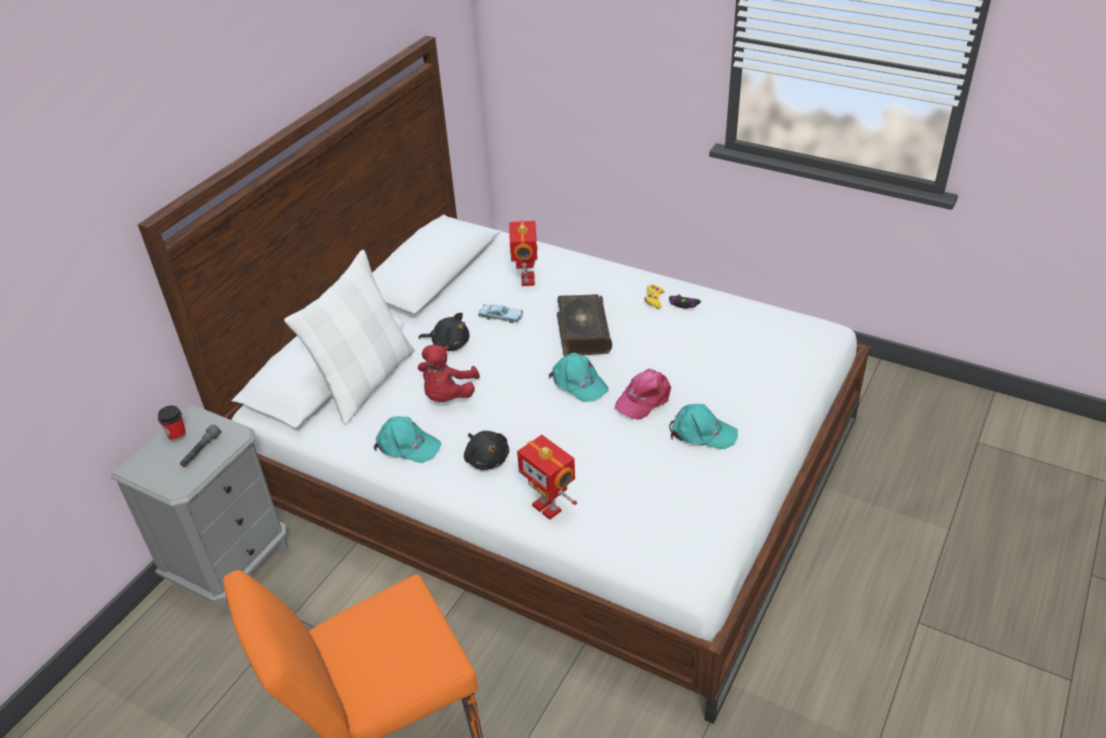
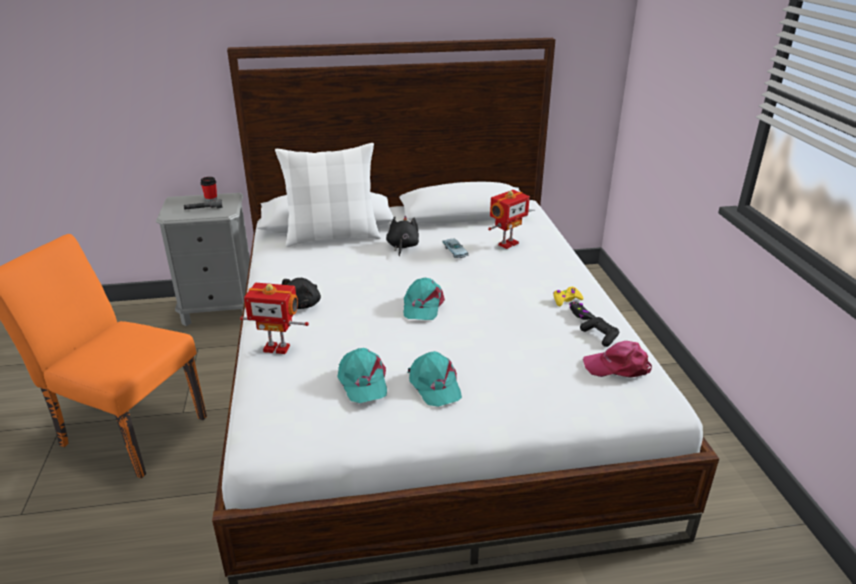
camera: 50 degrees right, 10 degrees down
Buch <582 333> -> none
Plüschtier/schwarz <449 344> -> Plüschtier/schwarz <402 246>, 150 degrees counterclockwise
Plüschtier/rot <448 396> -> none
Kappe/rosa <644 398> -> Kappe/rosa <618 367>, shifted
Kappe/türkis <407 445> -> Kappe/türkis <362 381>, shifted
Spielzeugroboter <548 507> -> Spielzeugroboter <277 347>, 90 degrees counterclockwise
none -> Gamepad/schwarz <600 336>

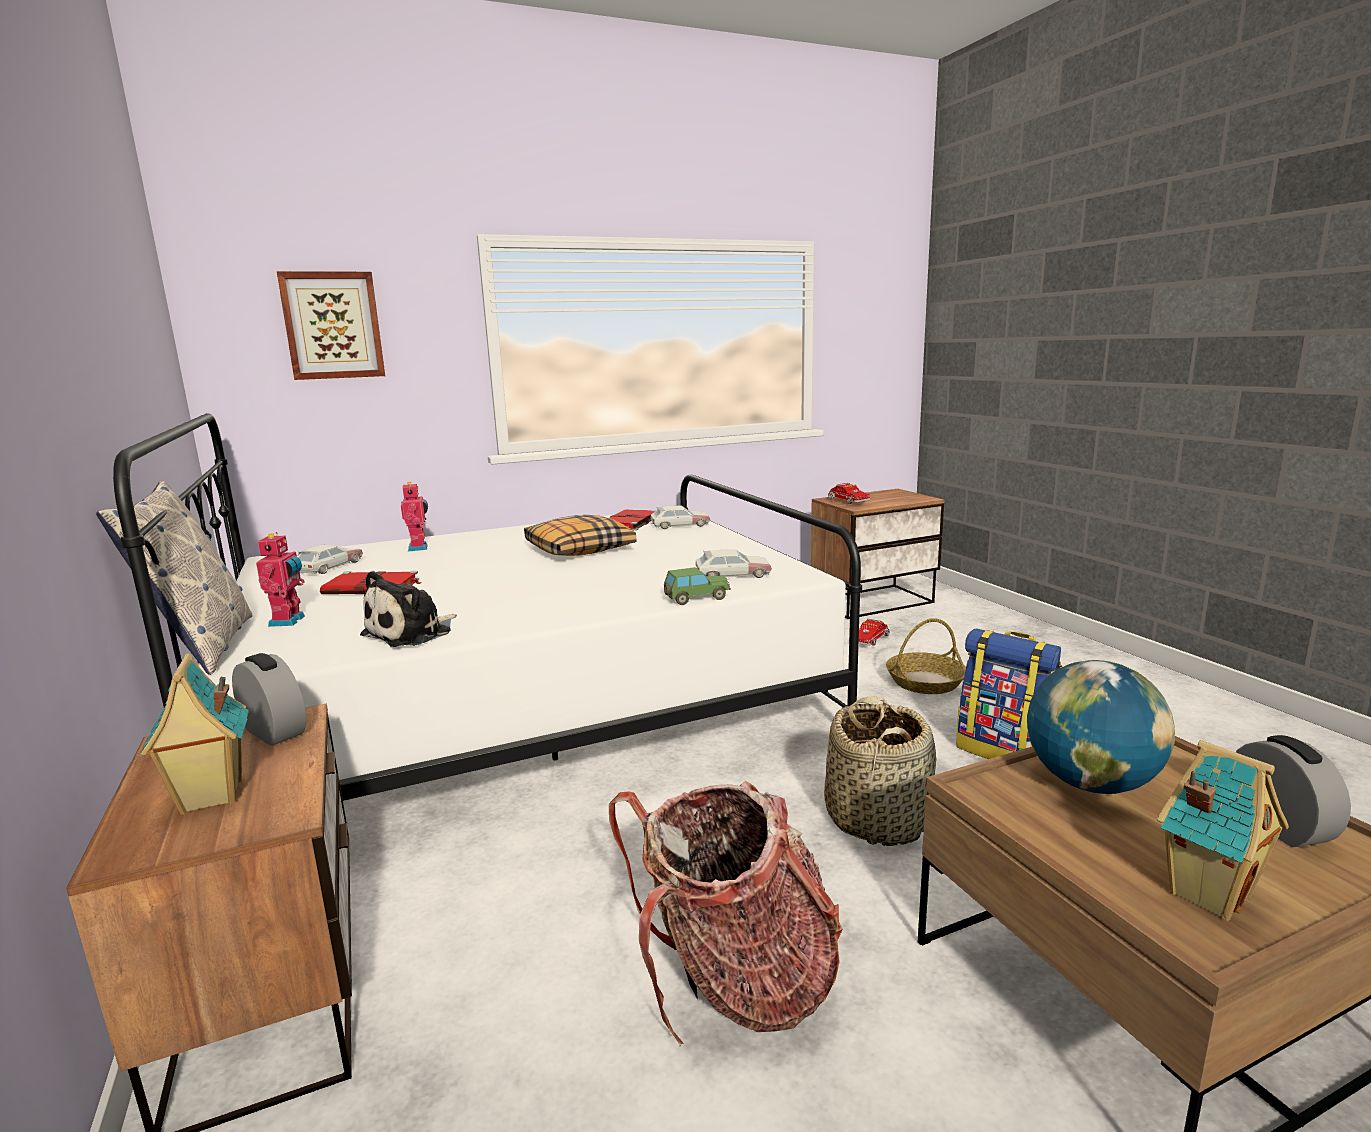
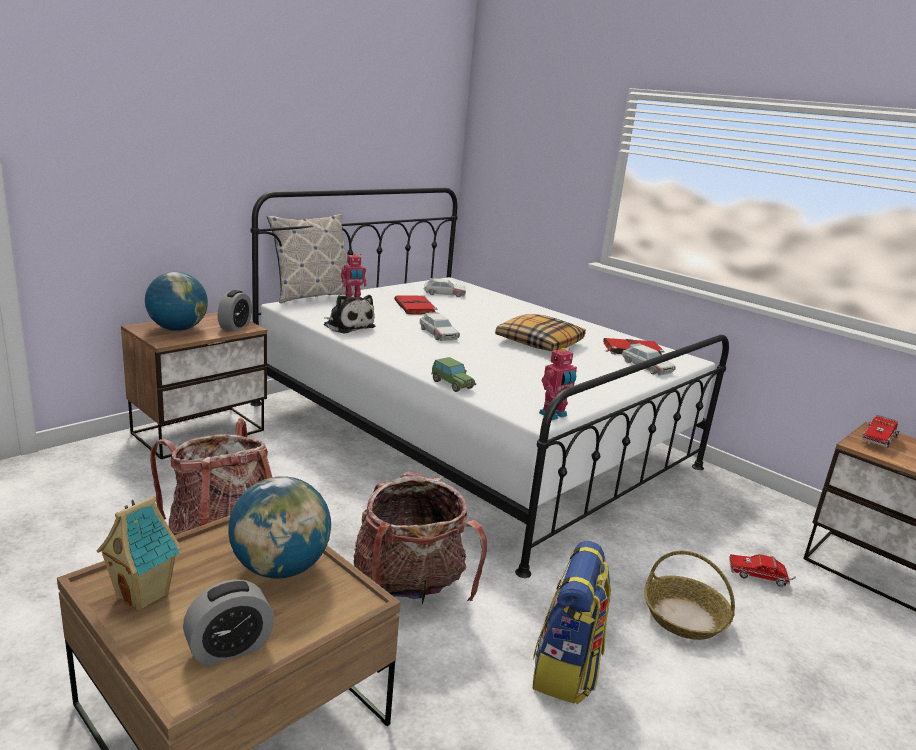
camera: 65 degrees right, 5 degrees up
Bild <333 326> -> none
Spielzeugroboter <419 548> -> Spielzeugroboter <554 415>, shifted
Spielzeugauto <732 575> -> Spielzeugauto <438 334>, shifted
Plüschtier <412 633> -> Plüschtier <347 326>, 150 degrees counterclockwise
Spielzeughaus <210 798> -> Globus <177 329>
Korb <877 818> -> Rucksack <409 591>

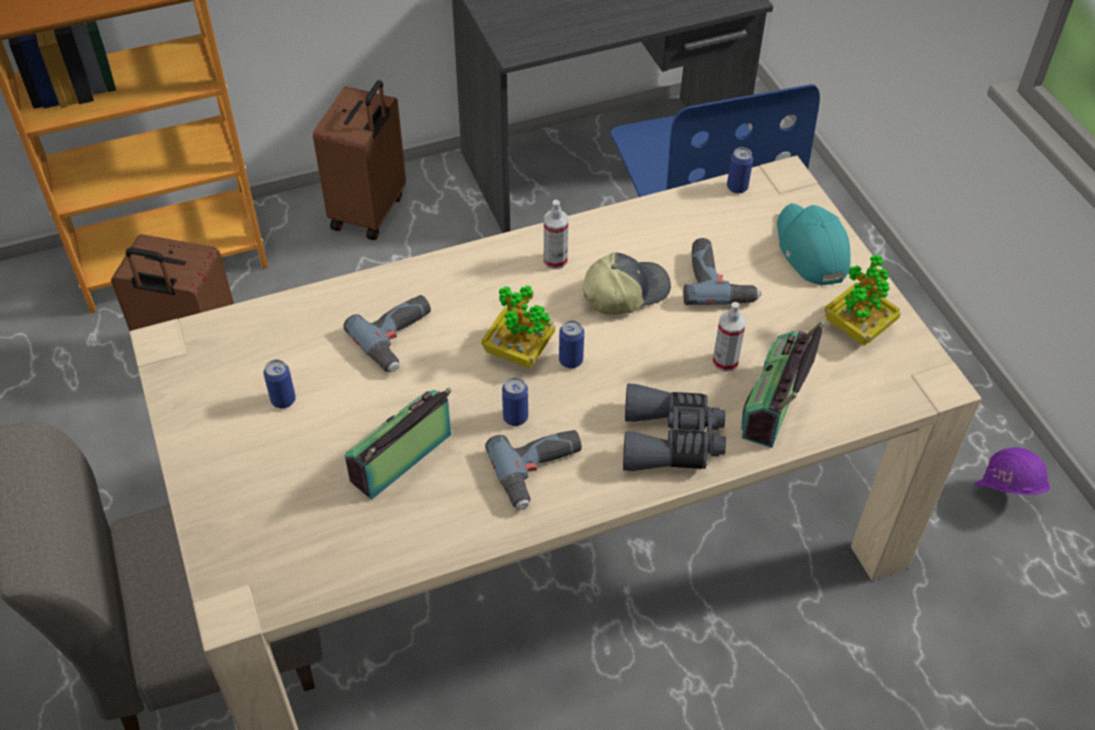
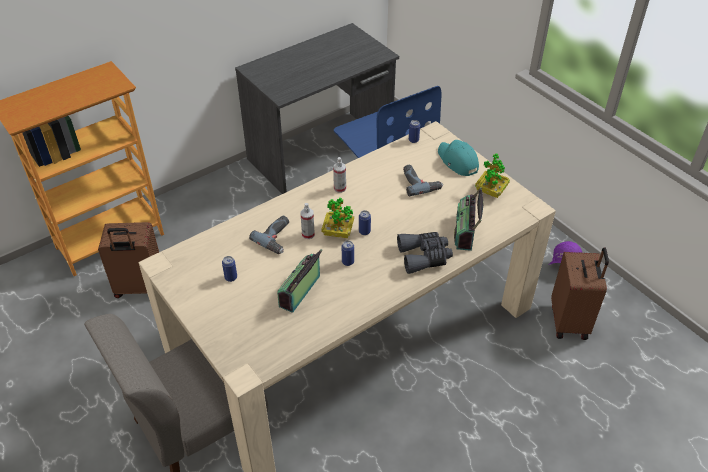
camera: 15 degrees left, 5 degrees down
Koffer/braun <370 212> -> Koffer/braun <570 321>, shifted
Kappe <624 292> -> none
Sprühflasche <725 361> -> Sprühflasche <308 234>, shifted
Bohrmaschine <541 472> -> none

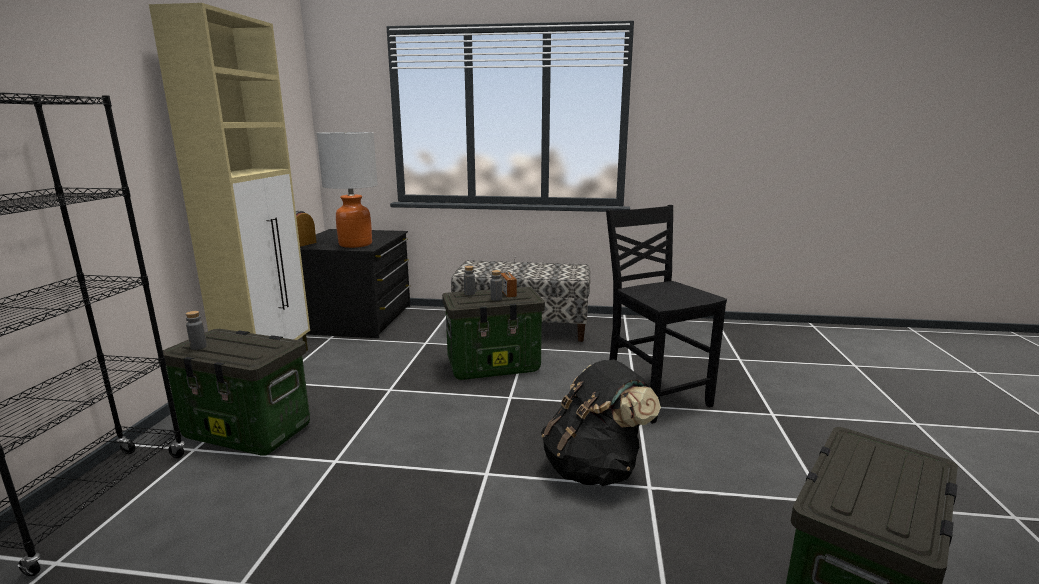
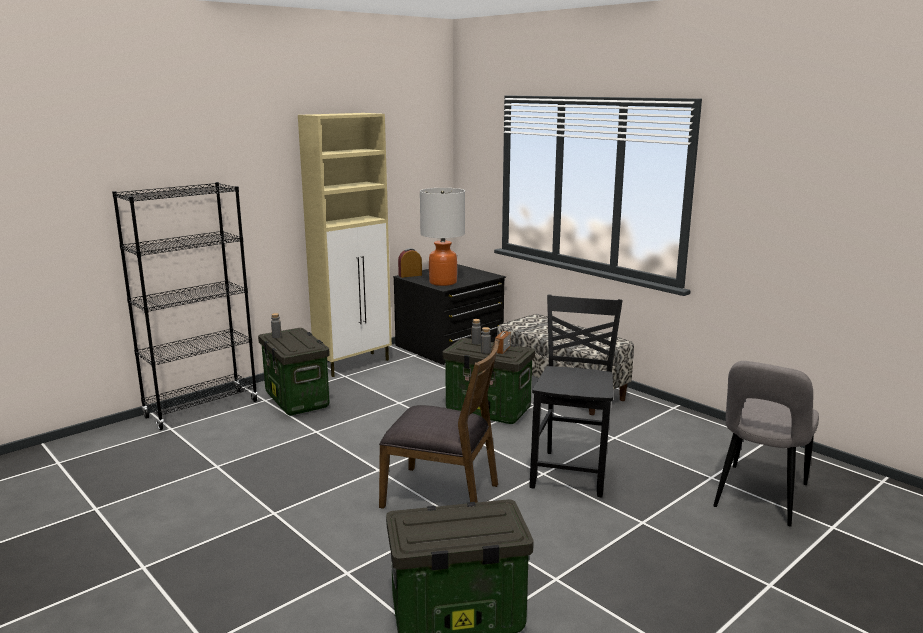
camera: 40 degrees right, 0 degrees up
Rucksack/schwarz <594 468> -> Stuhl/braun <442 494>
none -> Stuhl/grau <759 498>

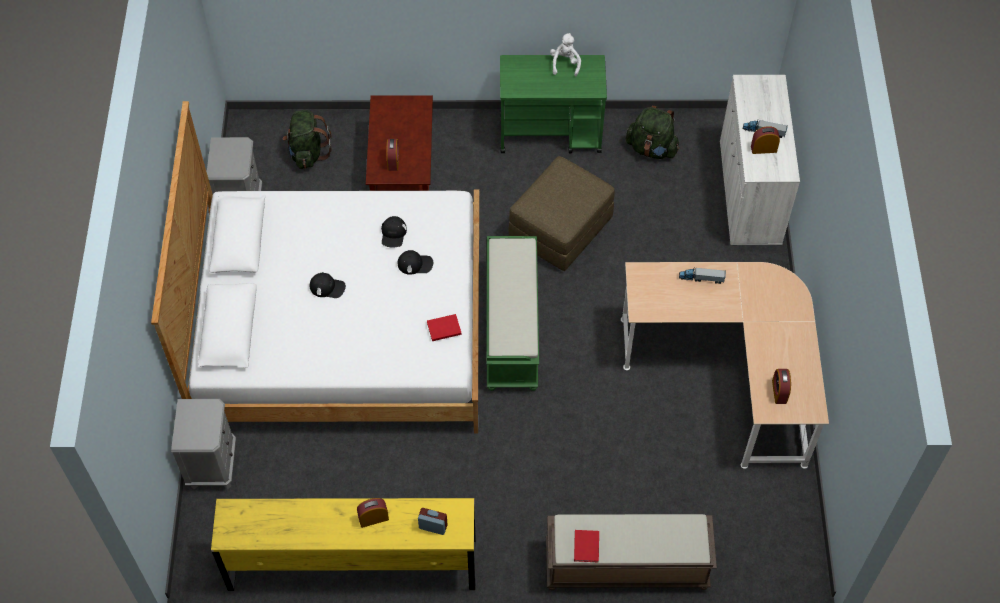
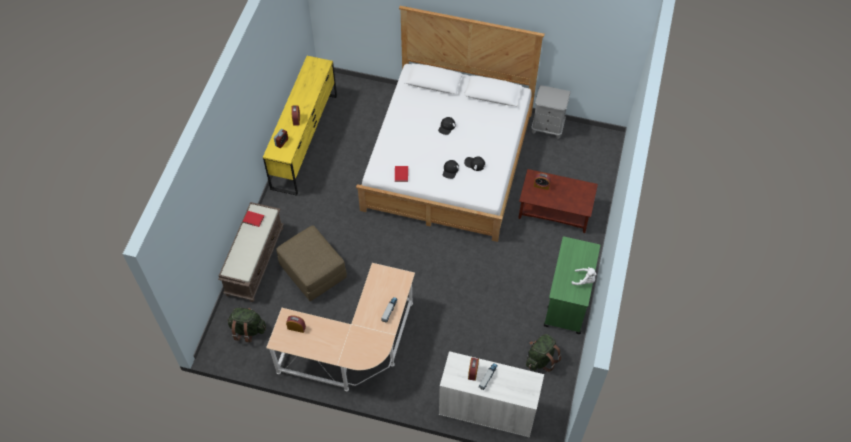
camera: 105 degrees right, 0 degrees up
Rucksack/grün <308 153> -> Rucksack/grün <247 329>, shifted
Polsterhocker/braun <560 229> -> Polsterhocker/braun <313 271>, shifted
Bank/grün <510 327> -> none
Nachttisch/grau <212 465> -> none

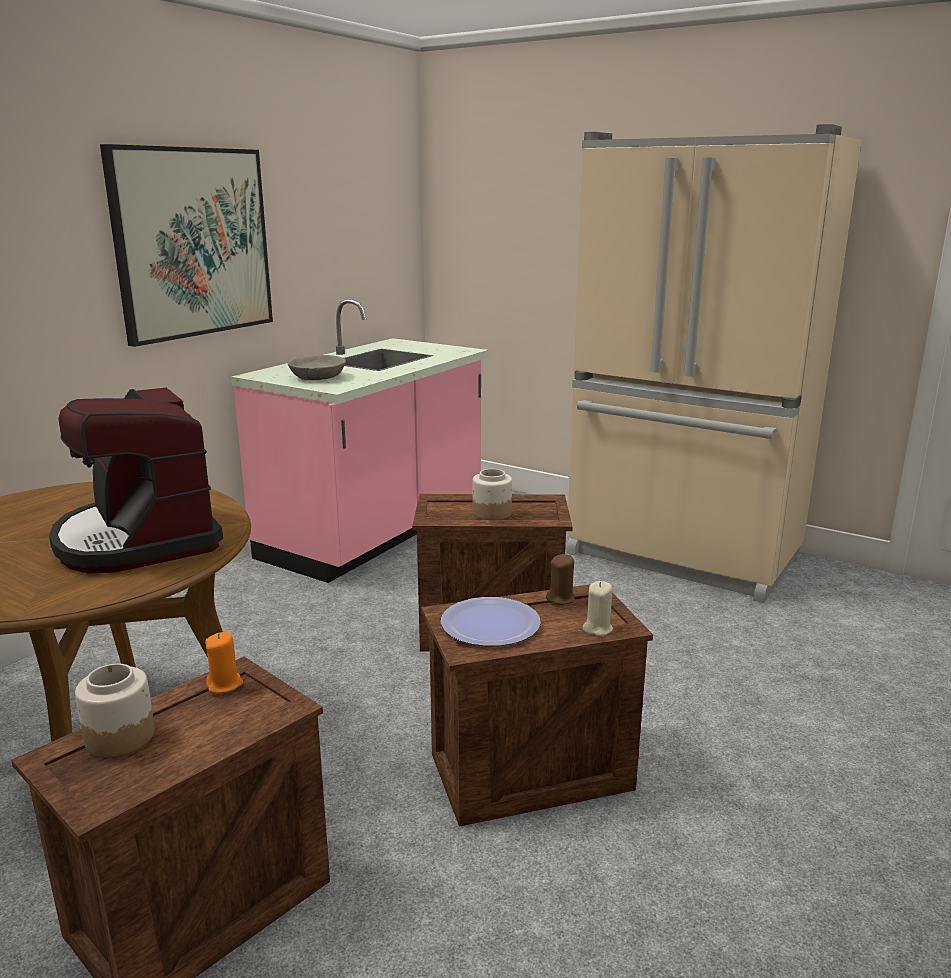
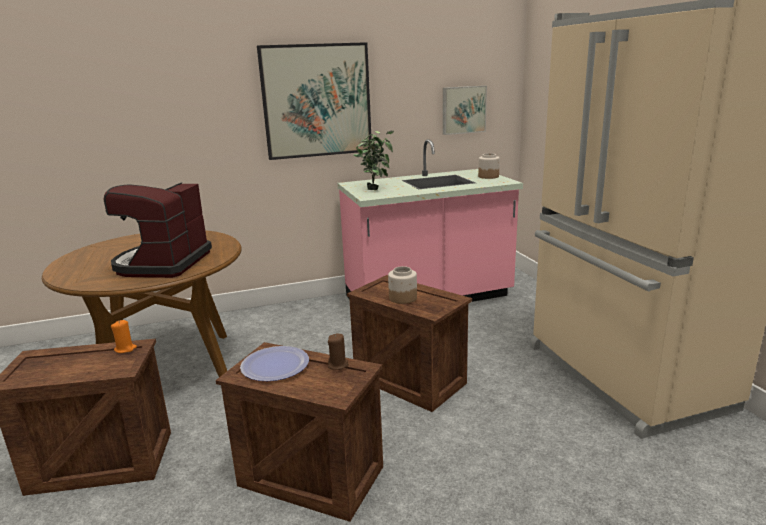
camera: 40 degrees right, 0 degrees up
Schüssel/grau <318 377> -> Topfpflanze <375 189>
Kerze/beige <597 628> -> none
Vorratsglas <120 736> -> Vorratsglas <488 176>, shifted
none -> Bild <463 109>

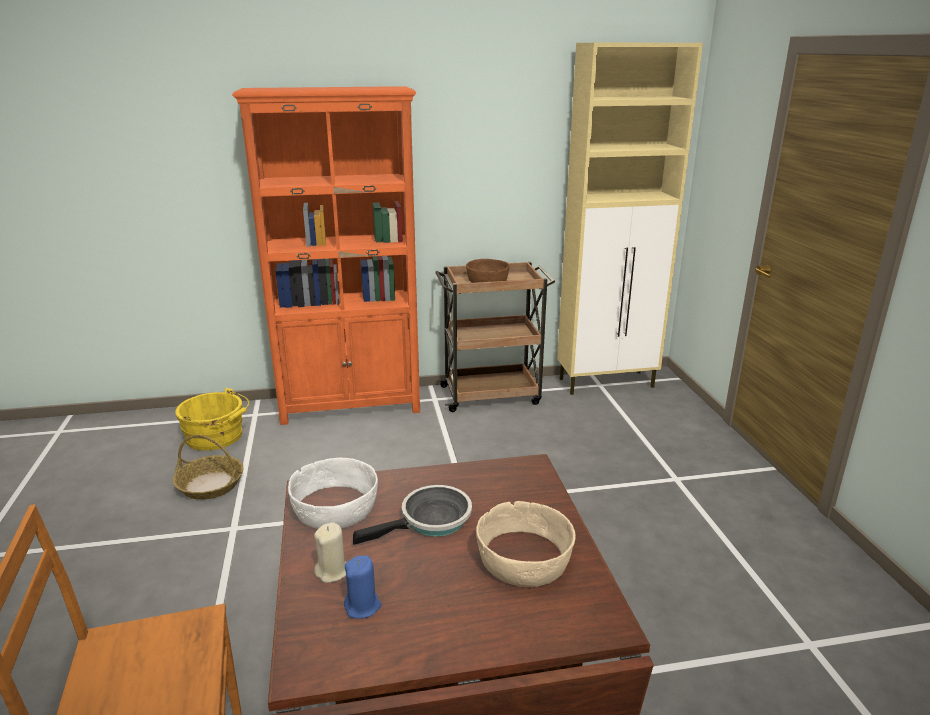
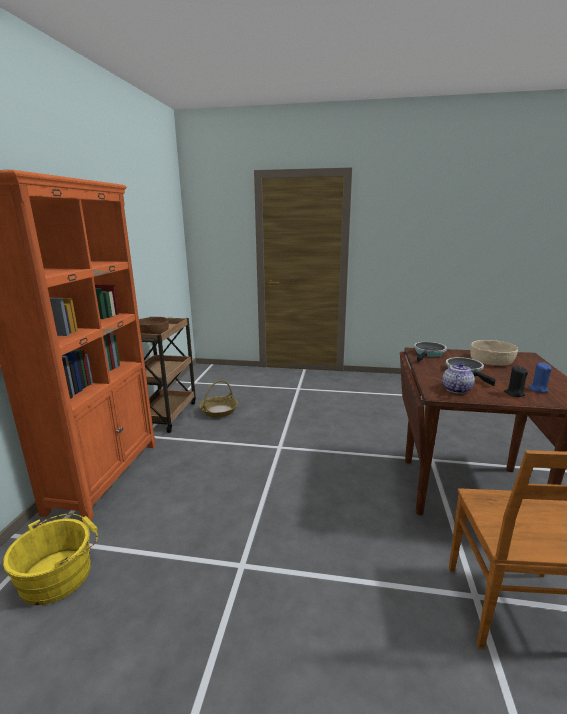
camera: 70 degrees left, 5 degrees down
Schrank/beige <607 383> -> none
Korb <211 485> -> Korb <219 411>, shifted
Schüssel/weiß <336 507> -> Teekanne <456 389>
Kerze/beige <332 571> -> Kerze/schwarz <514 393>
none -> Pfanne <428 353>

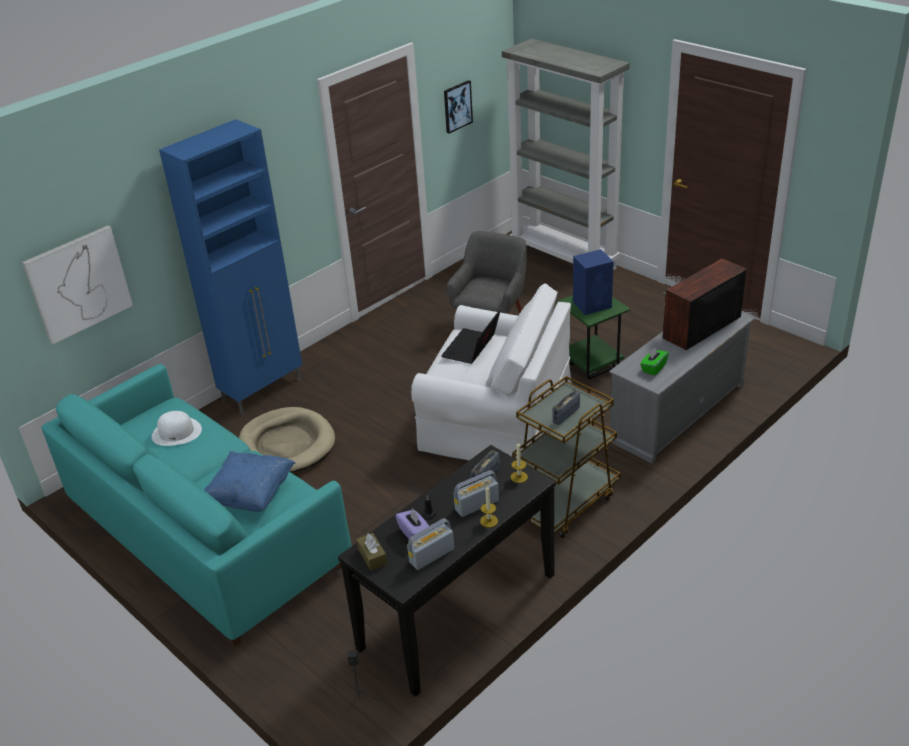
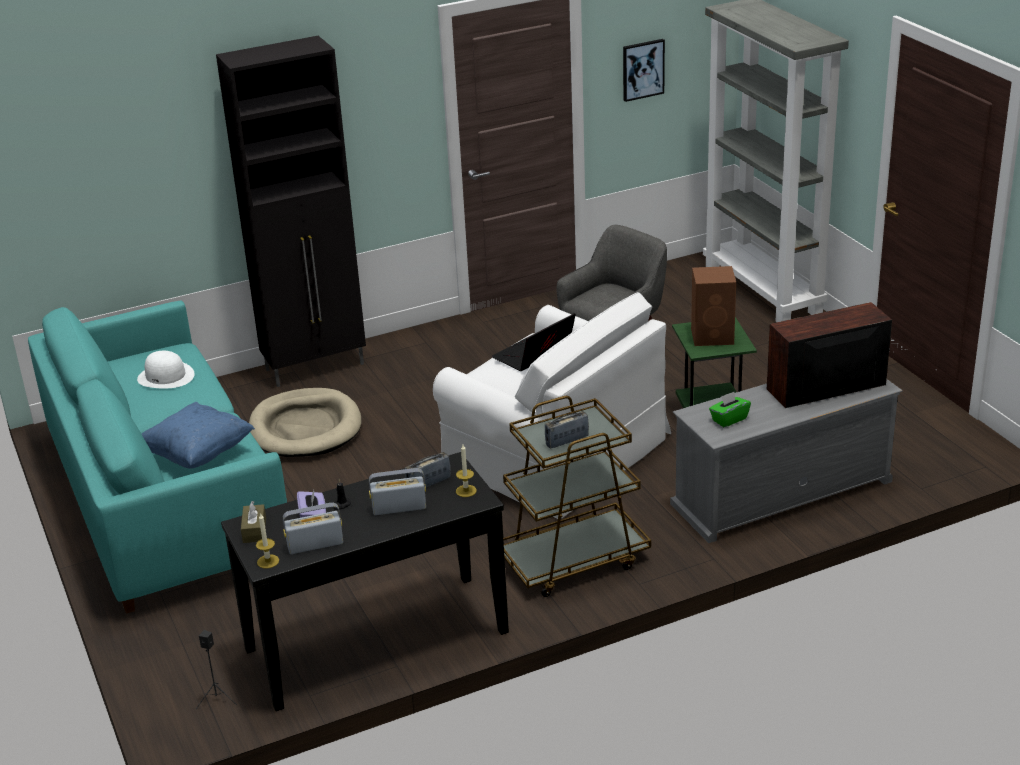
camera: 20 degrees right, 5 degrees down
Schrank/blau <264 390> -> Schrank/schwarz <316 367>
Bild <78 284> -> none
Lautsprecher/blau <593 304> -> Lautsprecher/braun <713 336>
Kerze <489 521> -> Kerze <268 561>, shifted

